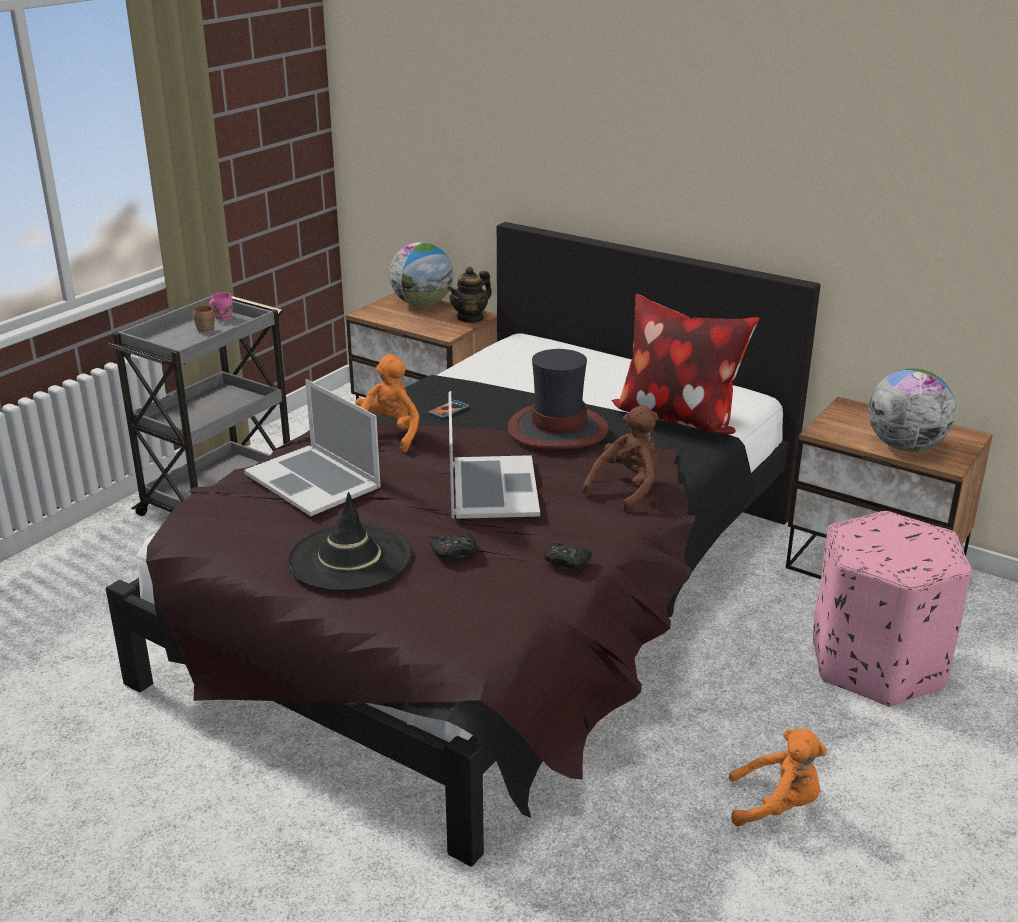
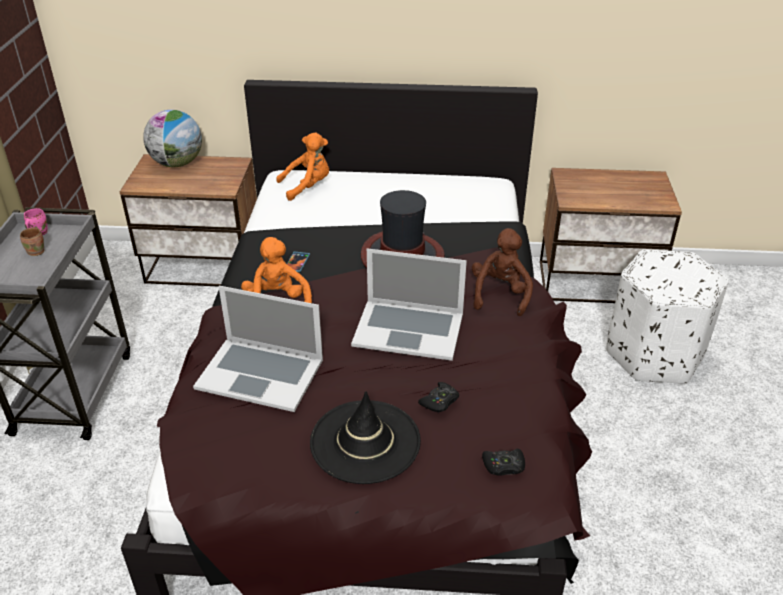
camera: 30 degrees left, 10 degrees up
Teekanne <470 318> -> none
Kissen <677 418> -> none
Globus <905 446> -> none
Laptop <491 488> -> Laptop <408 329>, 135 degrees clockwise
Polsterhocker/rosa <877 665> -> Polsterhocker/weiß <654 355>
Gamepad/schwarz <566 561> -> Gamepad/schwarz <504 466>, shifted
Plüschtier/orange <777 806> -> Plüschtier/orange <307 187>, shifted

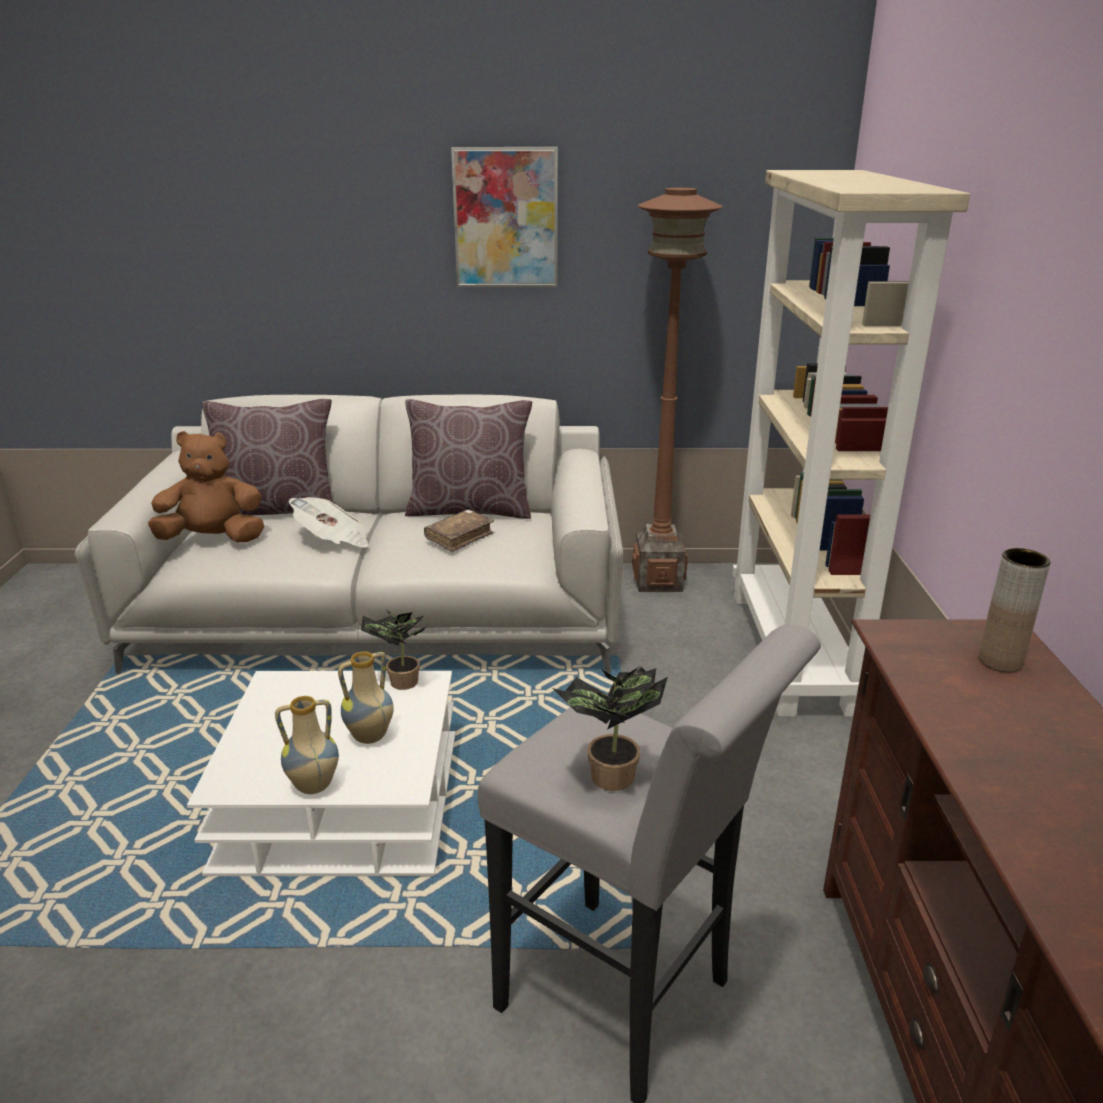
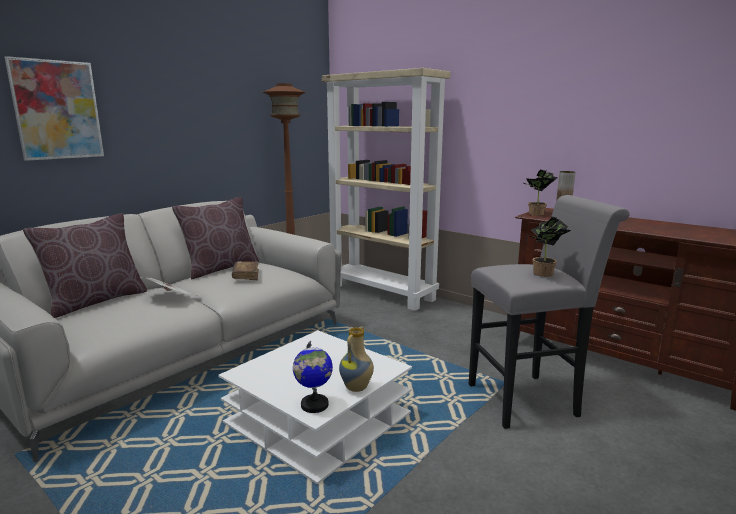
camera: 50 degrees left, 10 degrees down
Bild <506 218> -> Bild <57 110>, shifted
Plüschtier/braun <212 540> -> none
Topfpflanze <399 683> -> Topfpflanze <536 214>, shifted
Vase <370 737> -> none
none -> Globus <314 405>

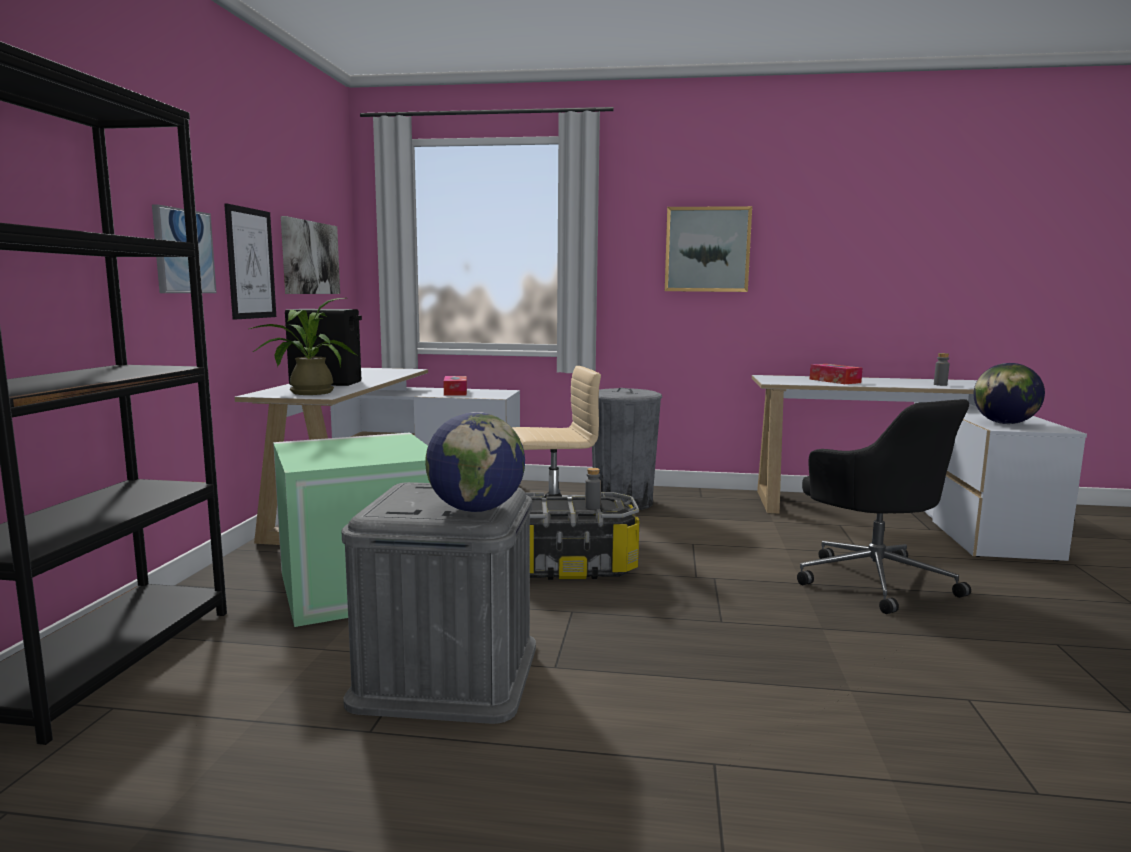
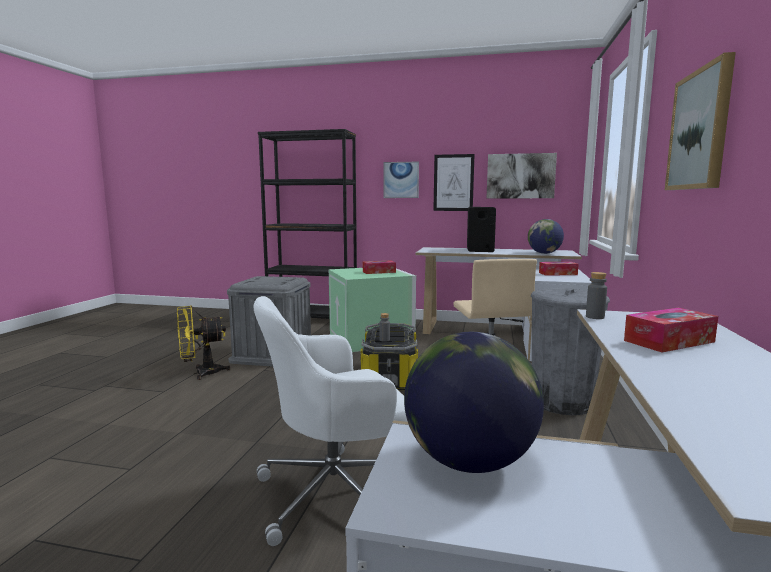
camera: 95 degrees right, 0 degrees up
Topfpflanze <306 392> -> none
Flasche/grau <940 385> -> Flasche/grau <595 317>, shifted
Bürostuhl/schwarz <873 580> -> Bürostuhl/weiß <336 493>
Globus <476 509> -> Globus <544 253>, shifted
none -> Taschentuchbox <379 272>
none -> Ventilator/gelb <201 373>

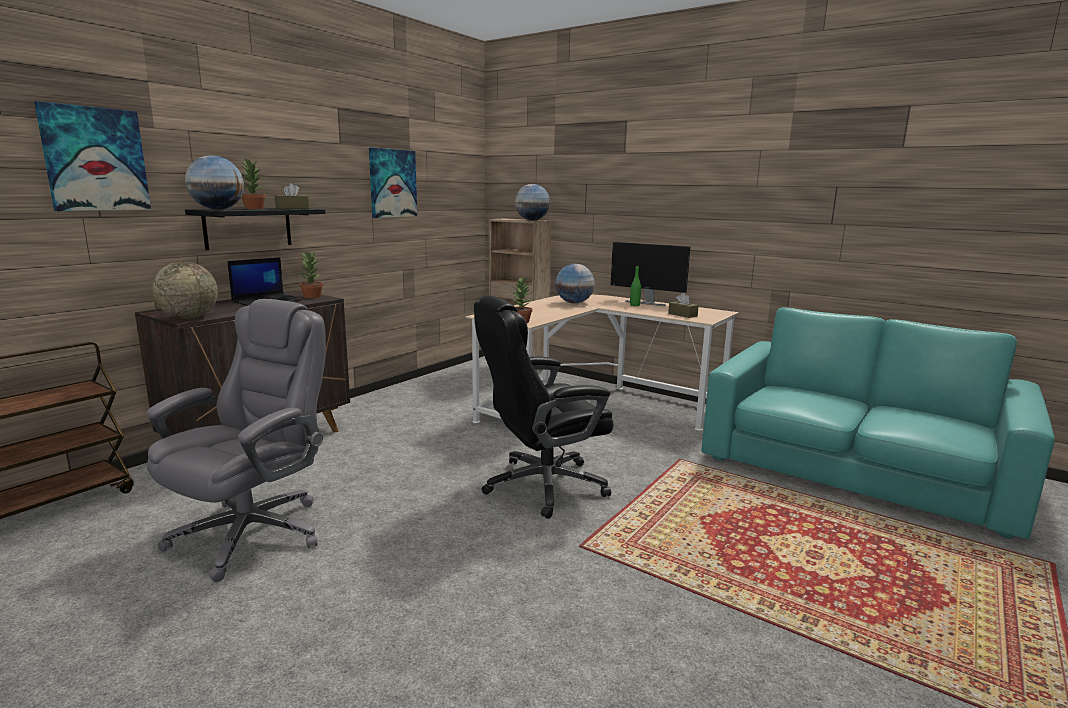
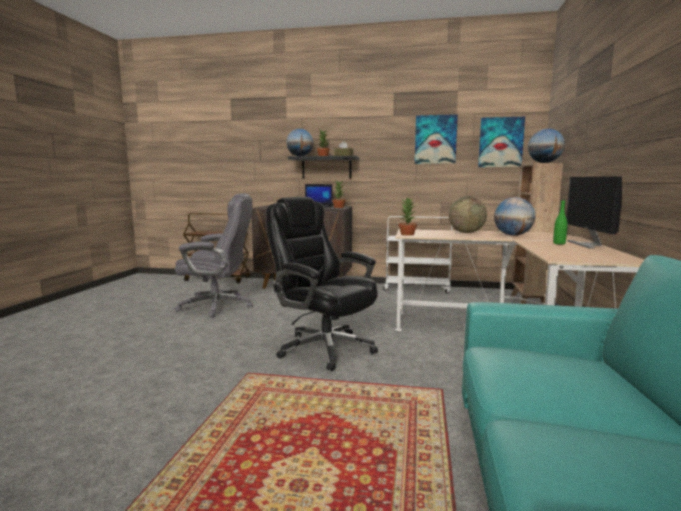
camera: 65 degrees right, 5 degrees down
Bild <95 159> -> Bild <500 142>, shifted
Globus <189 318> -> Globus <466 232>, shifted
Taschentuchbox/braun <682 315> -> none
none -> Rollwagen/weiß <417 288>

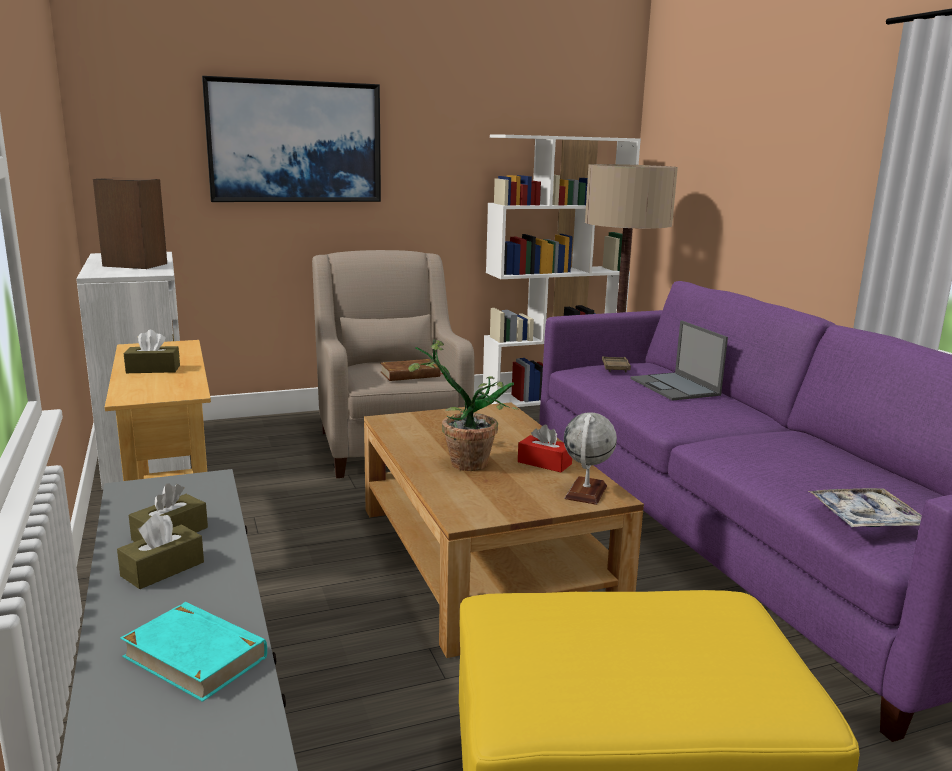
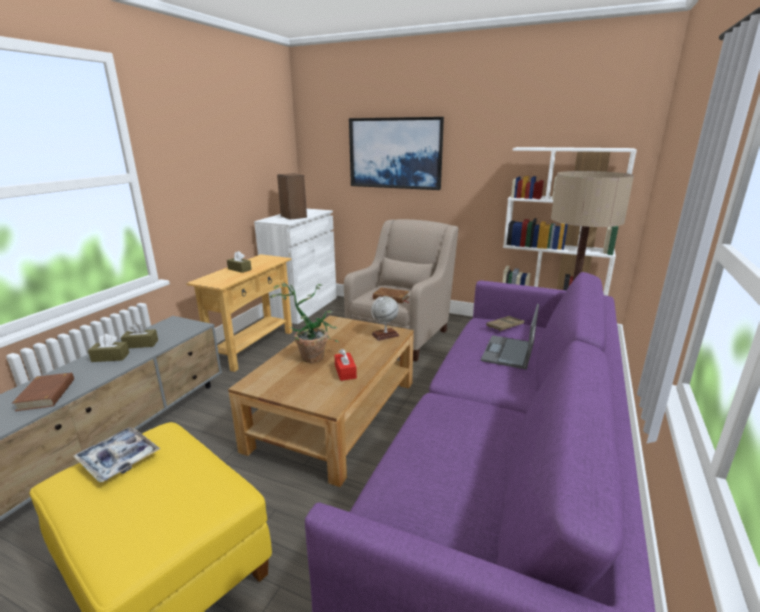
camera: 45 degrees right, 5 degrees up
Globus <586 492> -> Globus <385 335>, shifted
Tablett <865 518> -> Tablett <119 459>, shifted
Buch/türkis <195 656> -> Buch/braun <47 394>

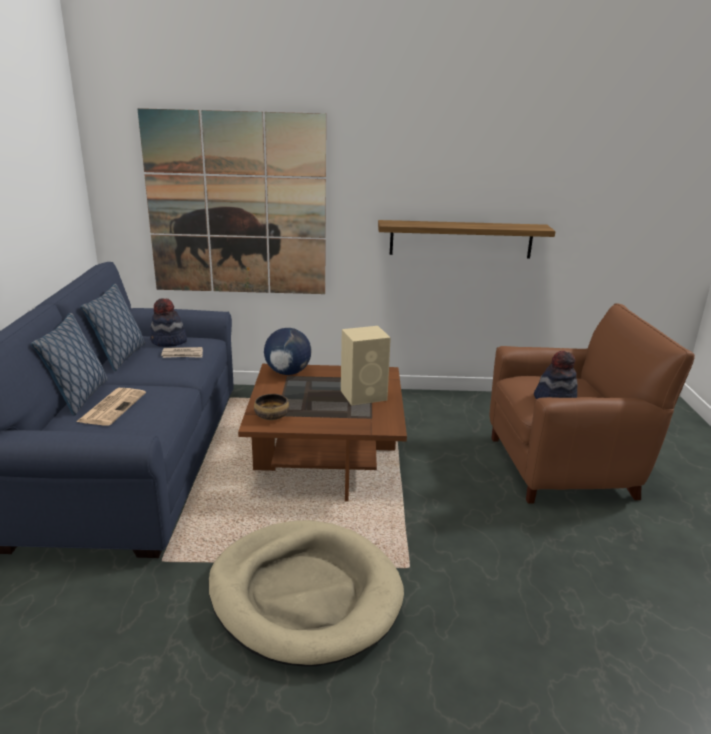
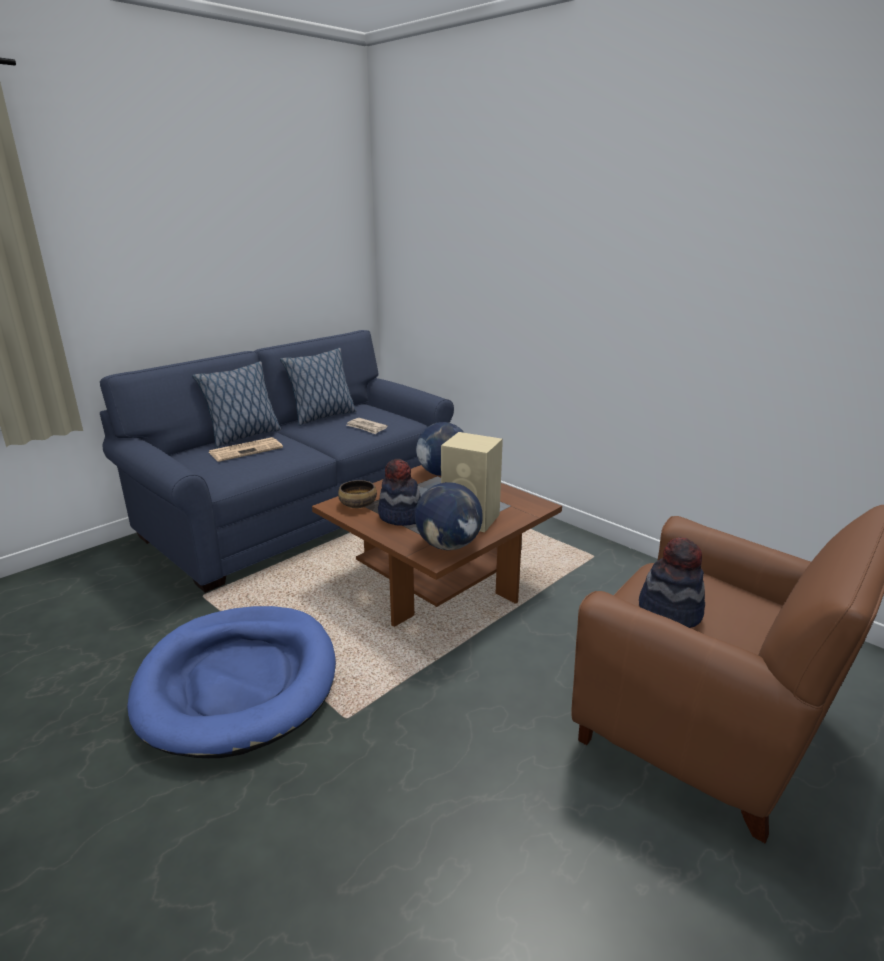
camera: 45 degrees right, 0 degrees up
Bild <237 206> -> none
Wandregal <461 239> -> none
Hut <168 342> -> Hut <400 516>, shifted
Hundebett/beige <305 594> -> Hundebett/blau <238 682>
none -> Globus <448 545>

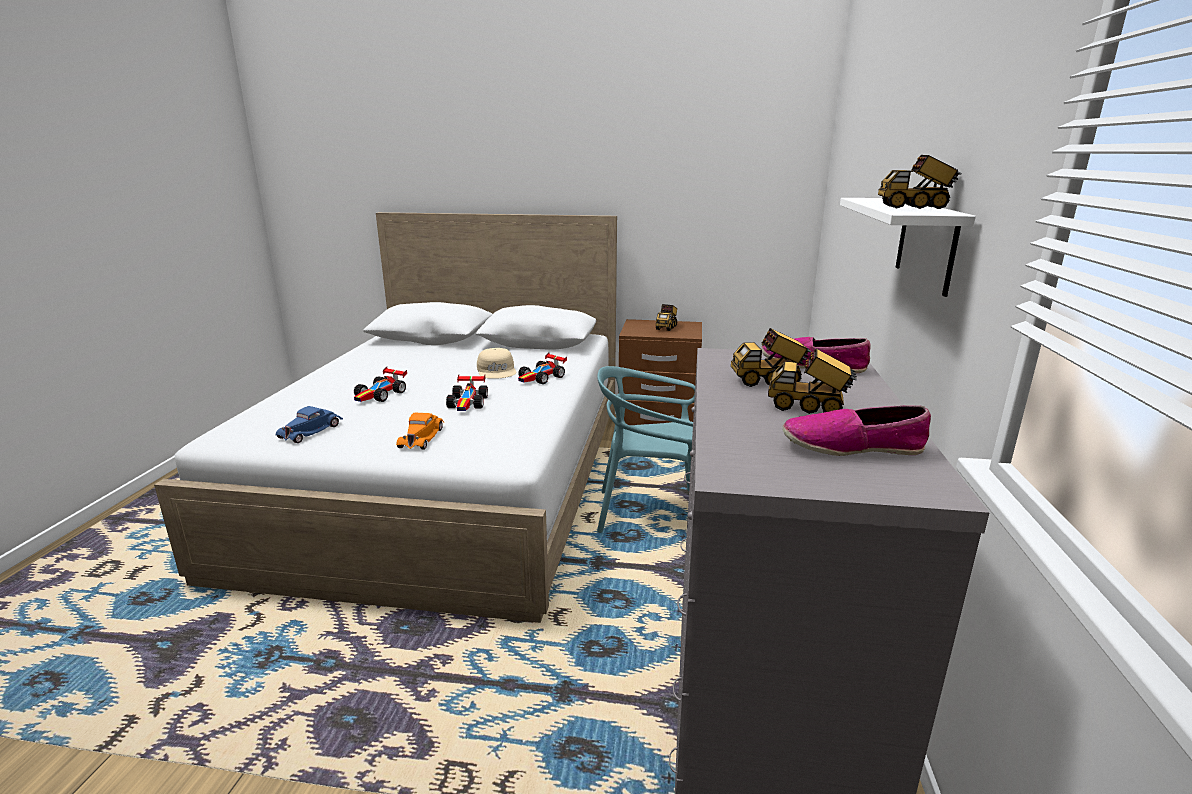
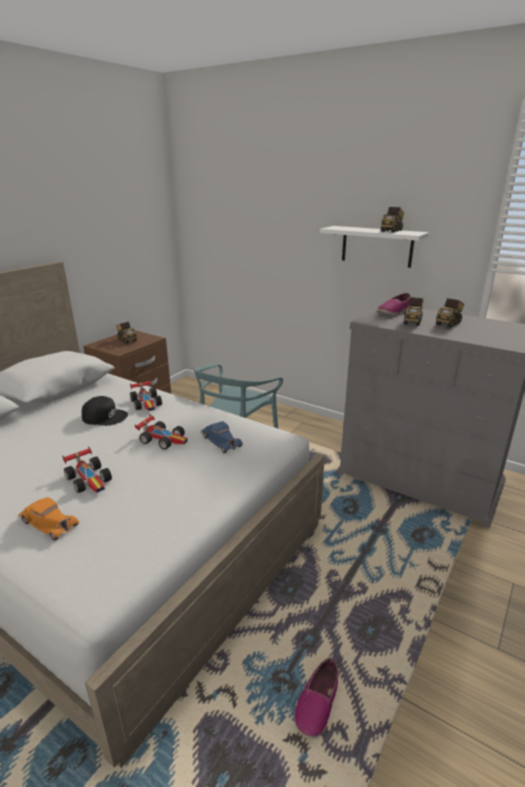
camera: 65 degrees left, 5 degrees up
Kappe/beige <497 371> -> Kappe/schwarz <105 416>
Schuh <852 446> -> Schuh <317 703>, shifted
Spielzeugauto/blau <311 431> -> Spielzeugauto/blau <221 441>, shifted
Spielzeugauto/orange <422 437> -> Spielzeugauto/orange <48 522>, shifted

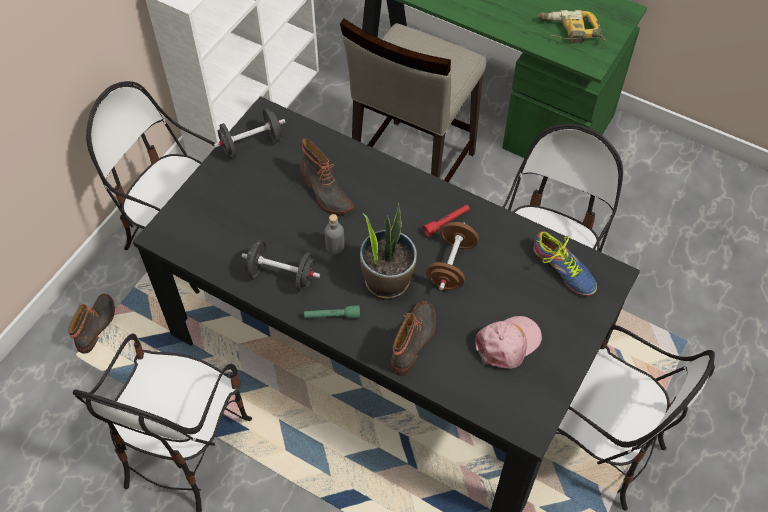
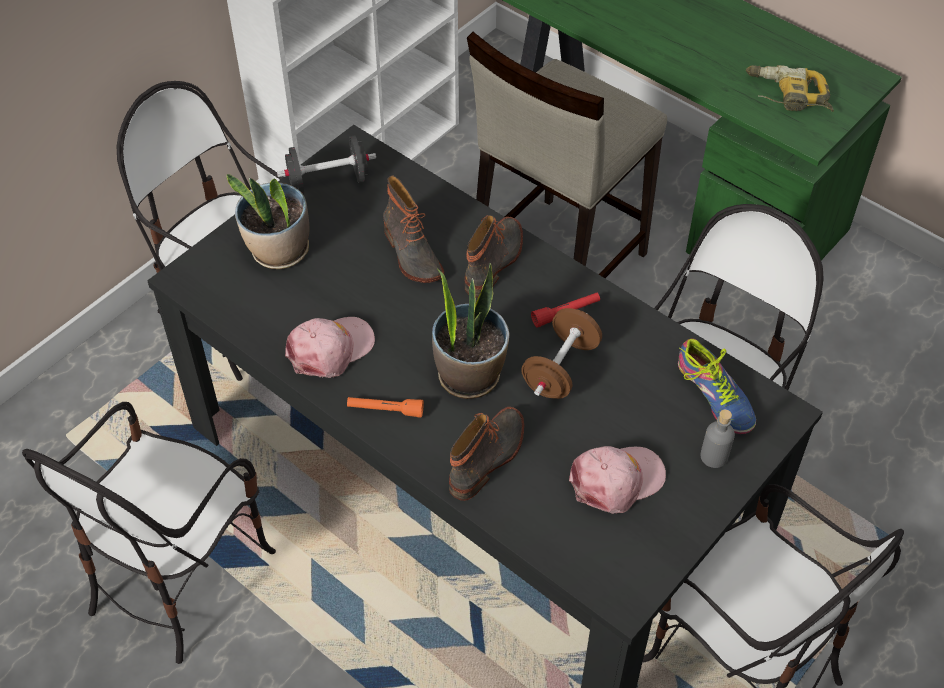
camera: 10 degrees right, 5 degrees down
Flasche/grau <335 246> -> Flasche/grau <714 456>, shifted
Hantel/schwarz <282 275> -> Kappe/rosa <330 349>
Stiefel <97 326> -> Stiefel <495 262>, shifted
Taschenlampe/grün <332 316> -> Taschenlampe/orange <385 410>
none -> Topfpflanze <279 251>

